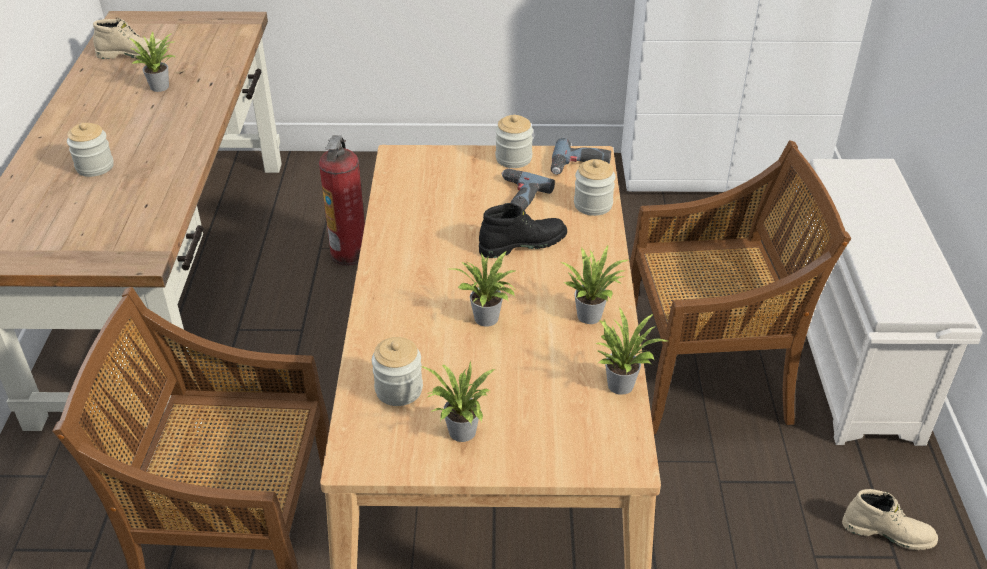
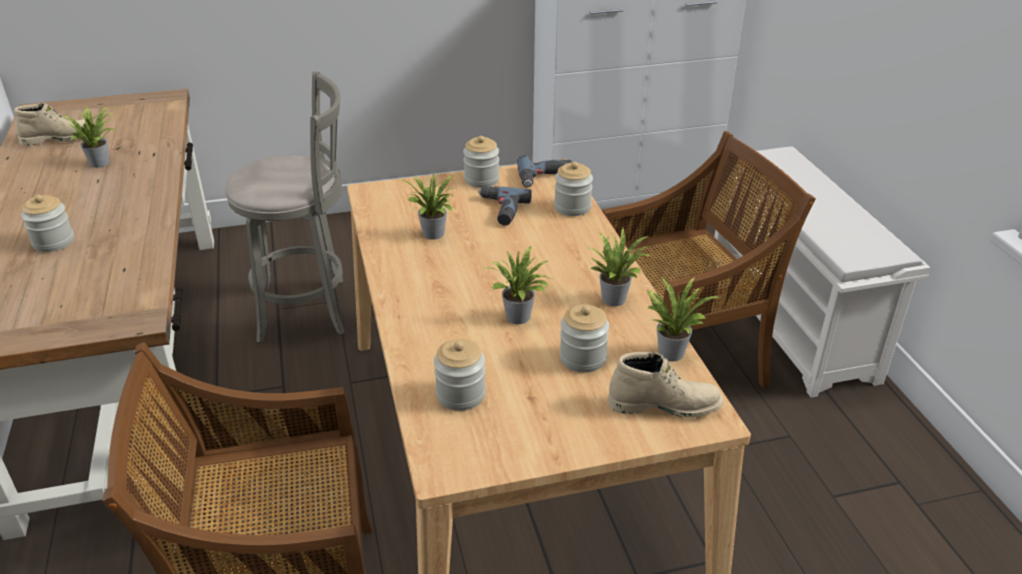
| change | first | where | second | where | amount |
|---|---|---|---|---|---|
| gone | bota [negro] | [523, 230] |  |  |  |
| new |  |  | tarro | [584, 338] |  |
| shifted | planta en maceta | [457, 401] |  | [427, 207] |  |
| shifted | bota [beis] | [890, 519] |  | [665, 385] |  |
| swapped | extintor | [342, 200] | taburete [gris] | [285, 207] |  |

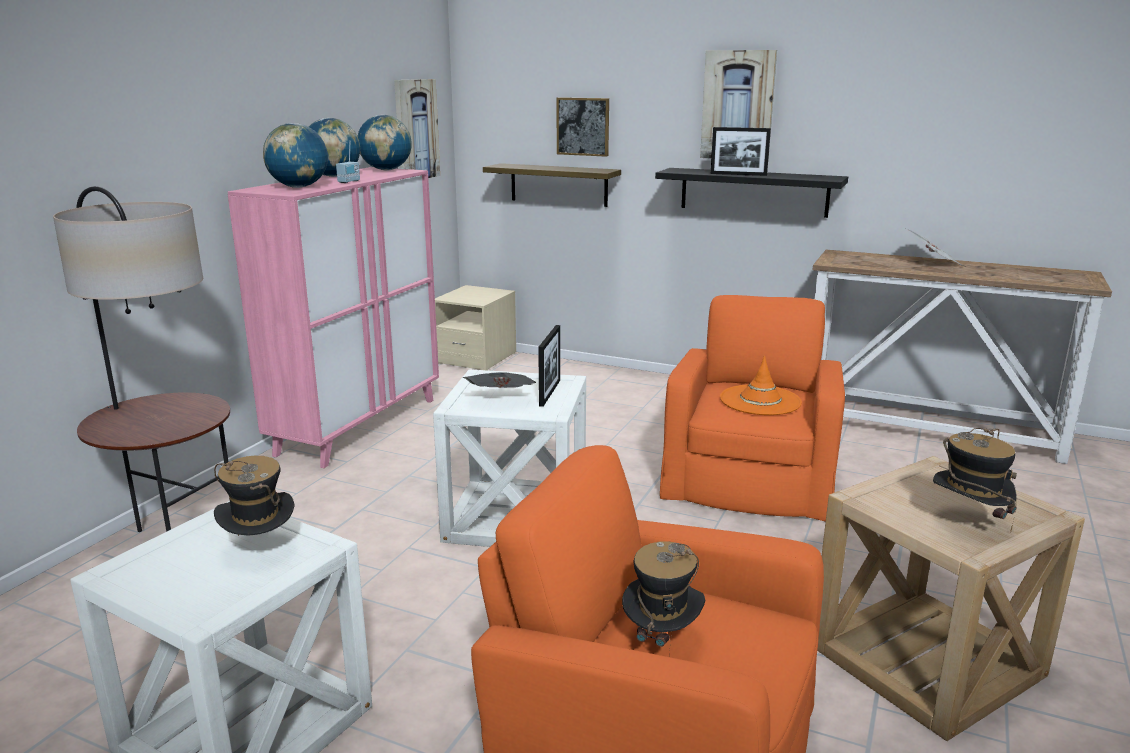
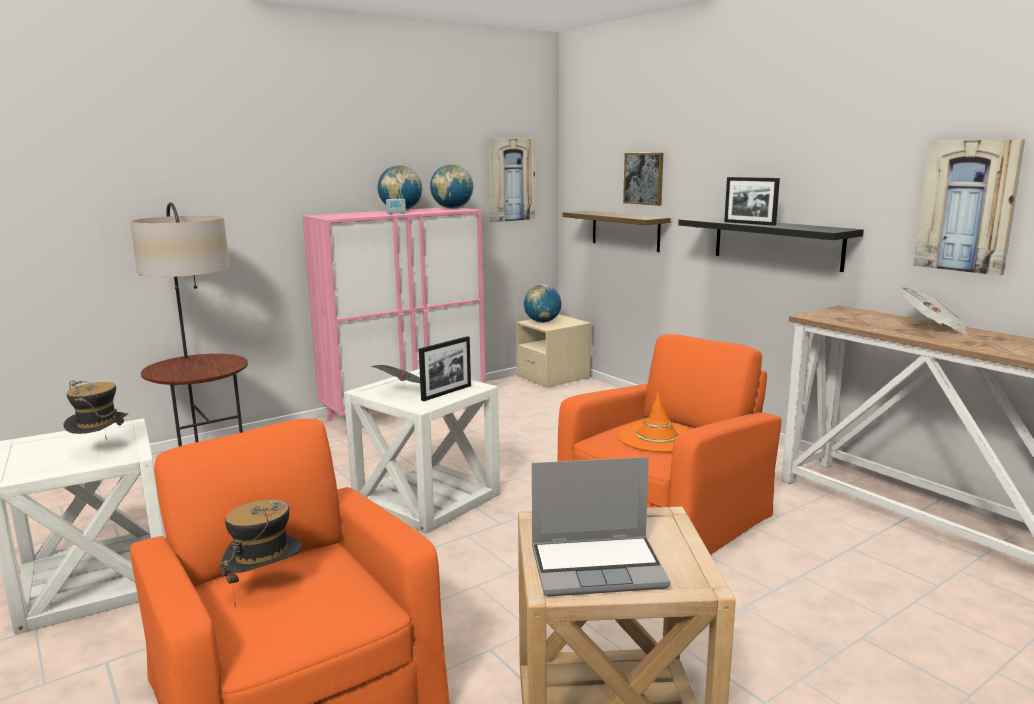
| change | first | where | second | where | amount |
|---|---|---|---|---|---|
| shifted | globo terráqueo | [295, 155] |  | [543, 303] |  |
| shifted | cuadro | [738, 105] |  | [969, 208] |  |
| swapped | sombrero | [975, 480] | portátil | [601, 527] |  |

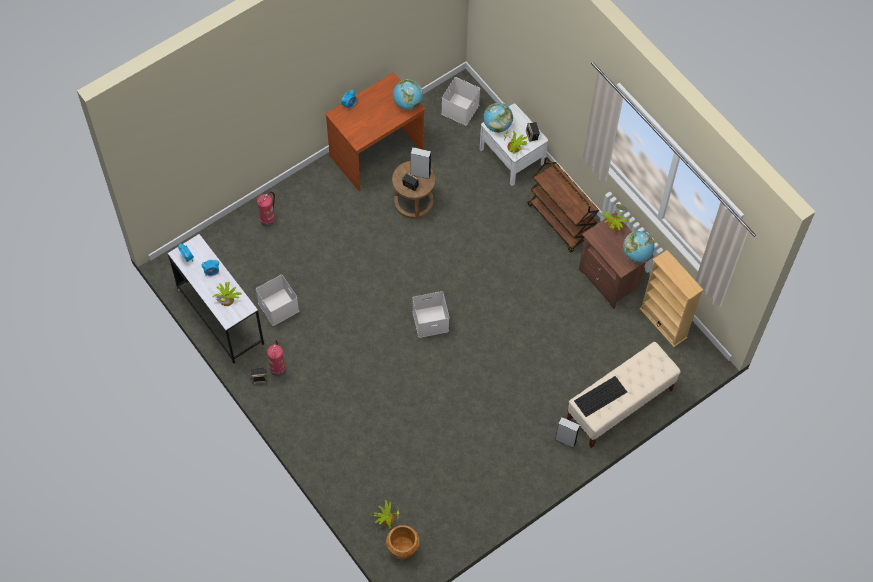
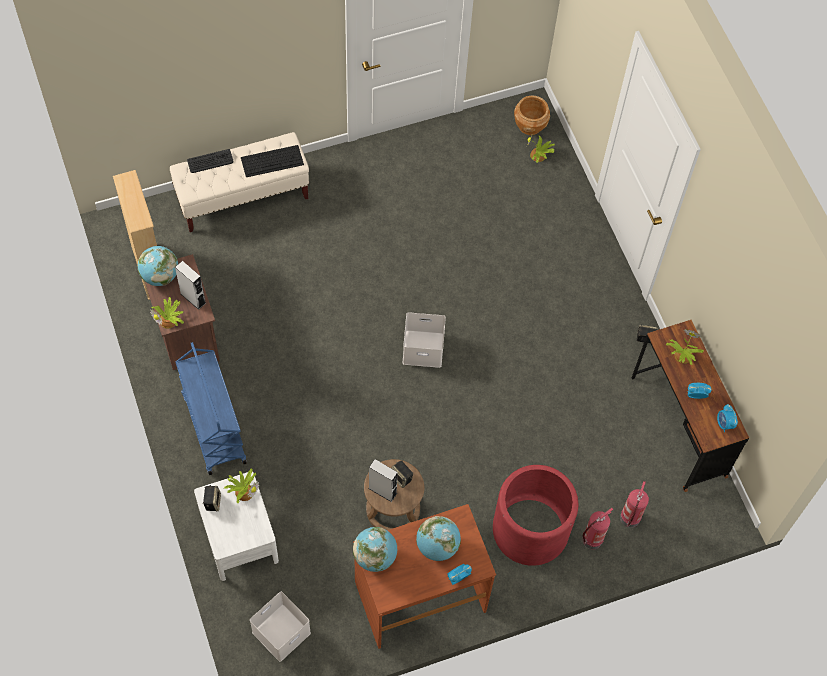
| change | first | where | second | where | amount |
|---|---|---|---|---|---|
| gone | caja de almacenaje [blanco] | [277, 300] |  |  |  |
| new |  |  | teclado | [210, 161] |  |
| new |  |  | maceta [rojo] | [535, 515] |  |
| shifted | extintor | [276, 358] |  | [634, 504] |  |
| shifted | globo terráqueo | [498, 118] |  | [438, 538] |  |
| shifted | altavoz [gris] | [567, 432] |  | [190, 285] |  |
| repainted | escritorio [blanco] | [216, 299] | escritorio [marrón] | [690, 406] |  |
| repainted | carrito [marrón] | [563, 205] | carrito [azul] | [211, 408] |  |

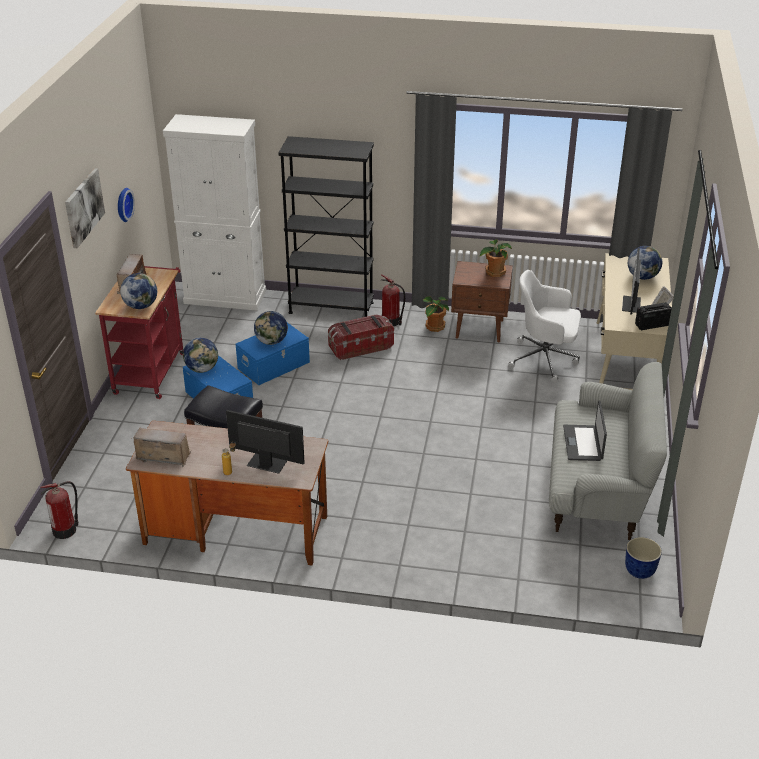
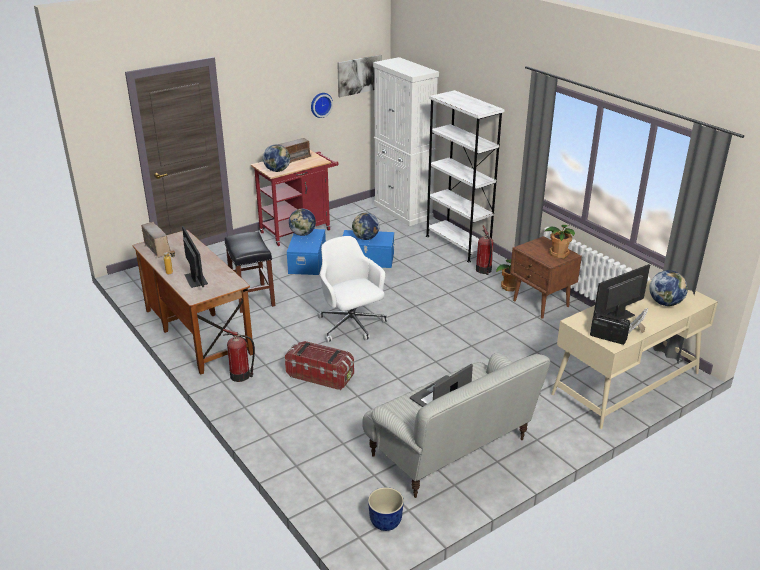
| change | first | where | second | where | amount |
|---|---|---|---|---|---|
| shifted | extintor | [59, 510] |  | [239, 355] |  |
| shifted | cuadro | [85, 208] |  | [359, 75] |  |
| shifted | caja de almacenaje | [361, 337] |  | [319, 365] |  |
| shifted | silla de oficina [blanco] | [544, 326] |  | [353, 289] |  |
| repainted | estantería [negro] | [326, 226] | estantería [blanco] | [465, 176] |  |

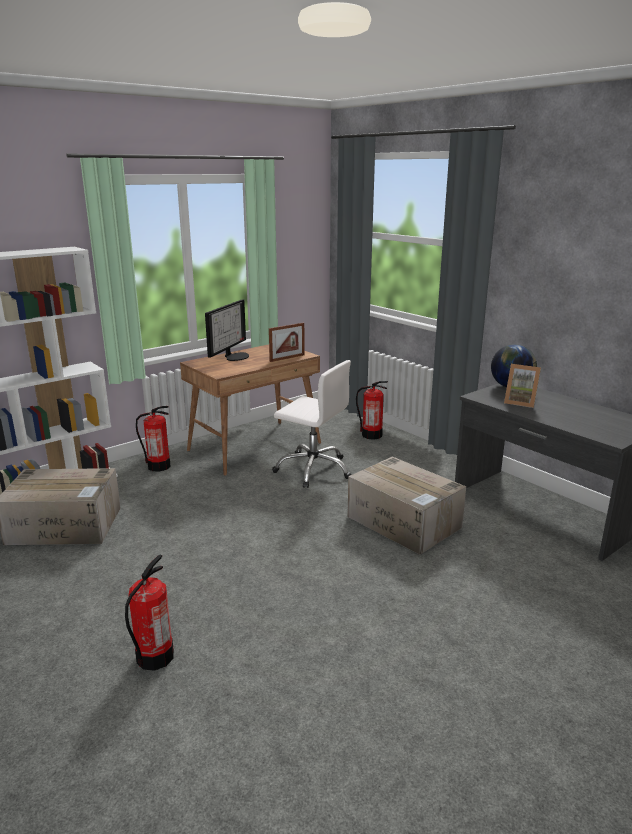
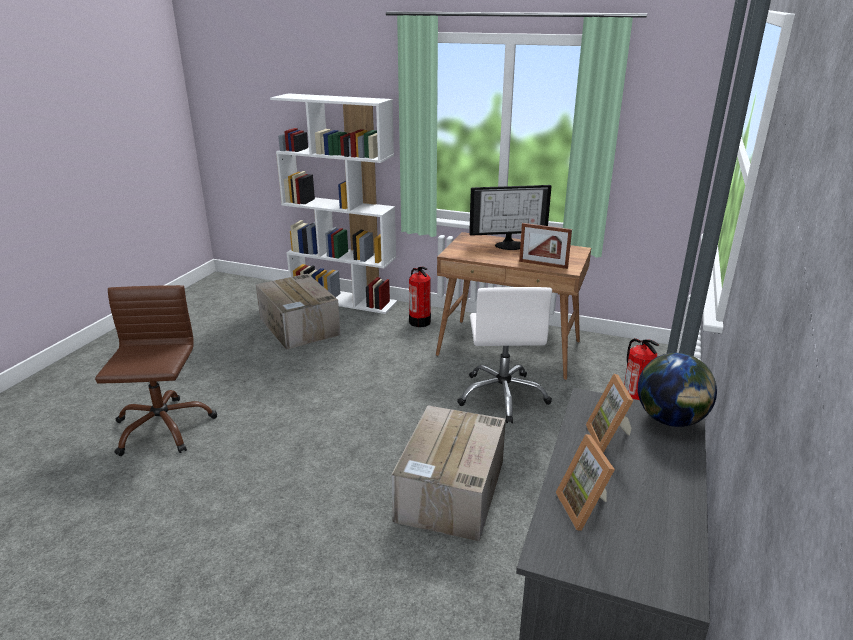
| change | first | where | second | where | amount |
|---|---|---|---|---|---|
| new |  |  | portarretratos | [585, 482] |  |
| swapped | extintor | [149, 613] | silla de oficina [marrón] | [156, 370] |  |

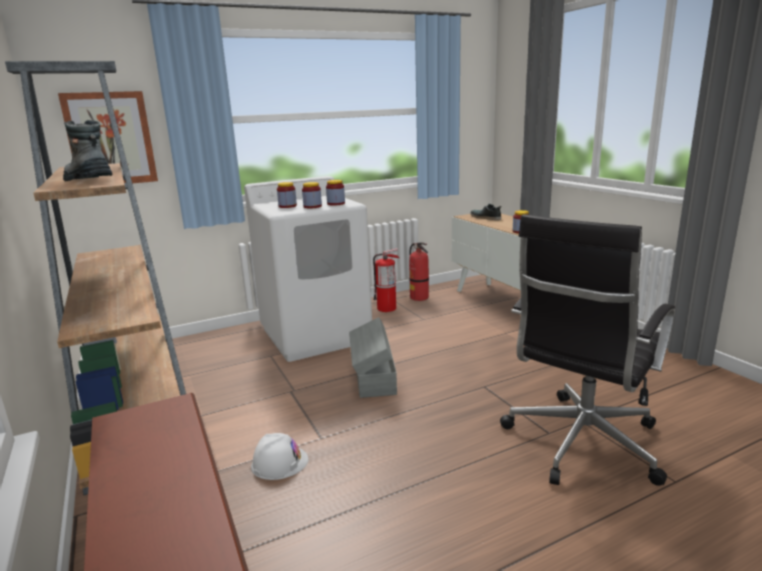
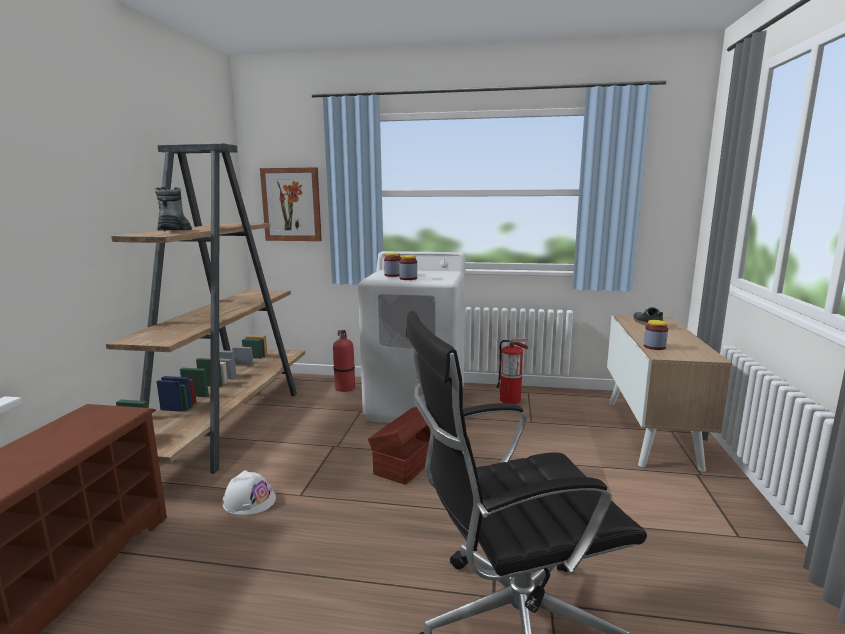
| change | first | where | second | where | amount |
|---|---|---|---|---|---|
| gone | tarro | [335, 193] |  |  |  |
| shifted | extintor | [419, 271] |  | [344, 361] |  |
| repainted | caja de almacenaje [gris] | [373, 357] | caja de almacenaje [marrón] | [399, 445] |  |

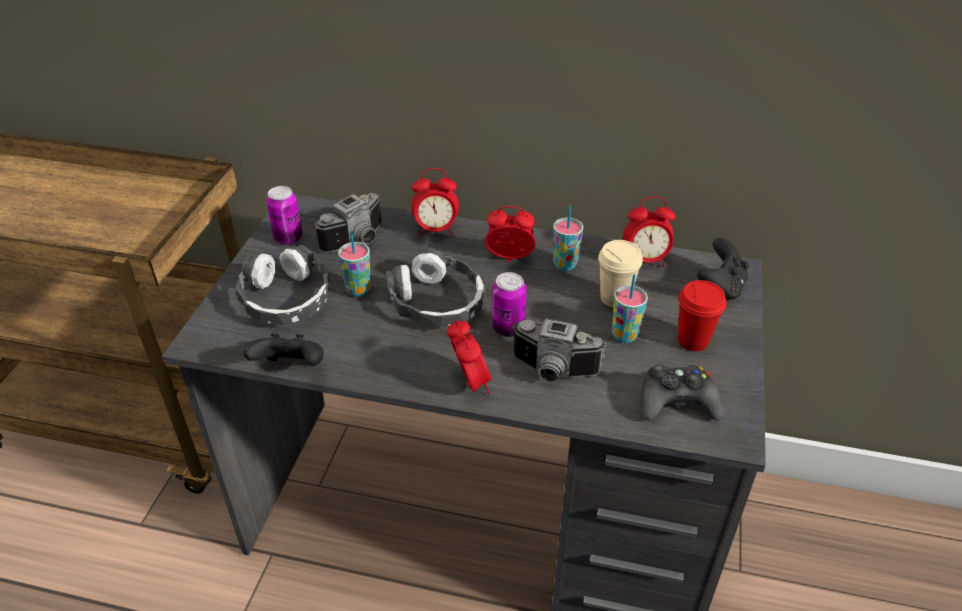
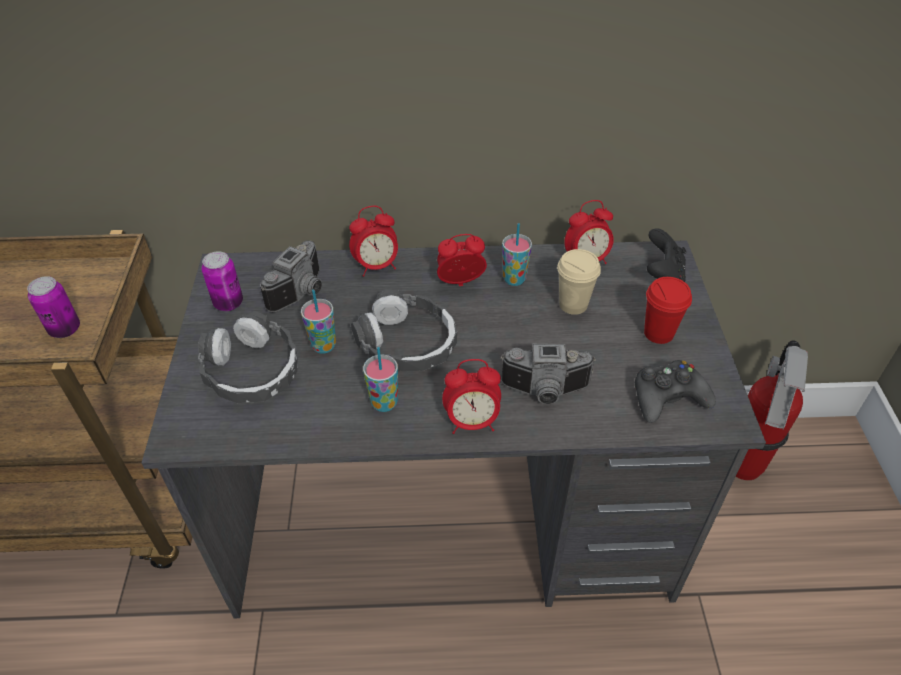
| change | first | where | second | where | amount |
|---|---|---|---|---|---|
| gone | mando de consola [negro] | [283, 350] |  |  |  |
| new |  |  | extintor | [772, 410] |  |
| shifted | lata | [509, 304] |  | [53, 307] |  |
| shifted | taza | [630, 308] |  | [380, 379] |  |
| rotated | despertador | [469, 357] |  | [471, 396] | 120 degrees clockwise |

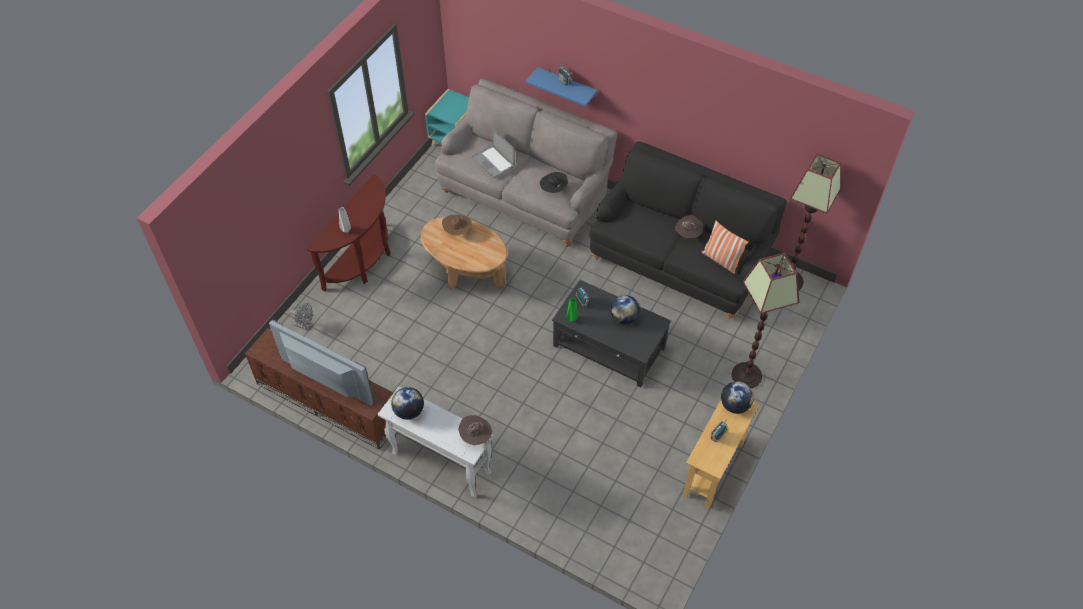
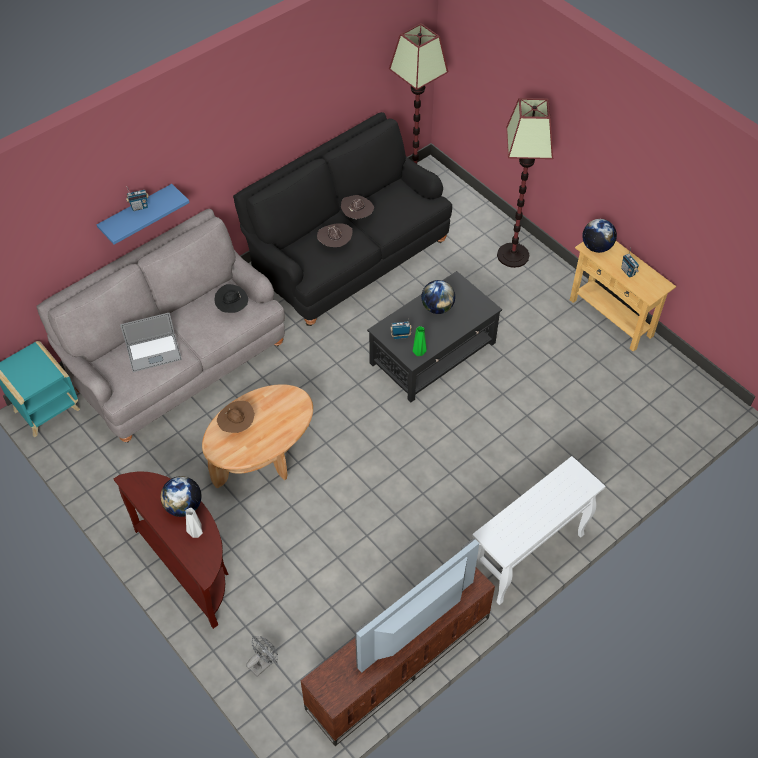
| change | first | where | second | where | amount |
|---|---|---|---|---|---|
| gone | cojín | [725, 247] |  |  |  |
| shifted | globo terráqueo | [407, 403] |  | [181, 496] |  |
| shifted | sombrero [marrón] | [475, 430] |  | [335, 235] |  |

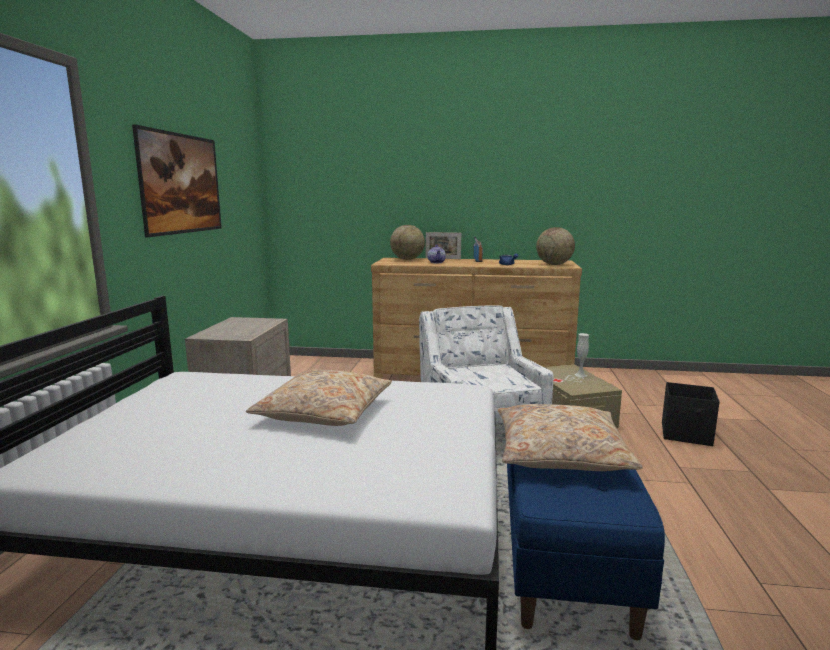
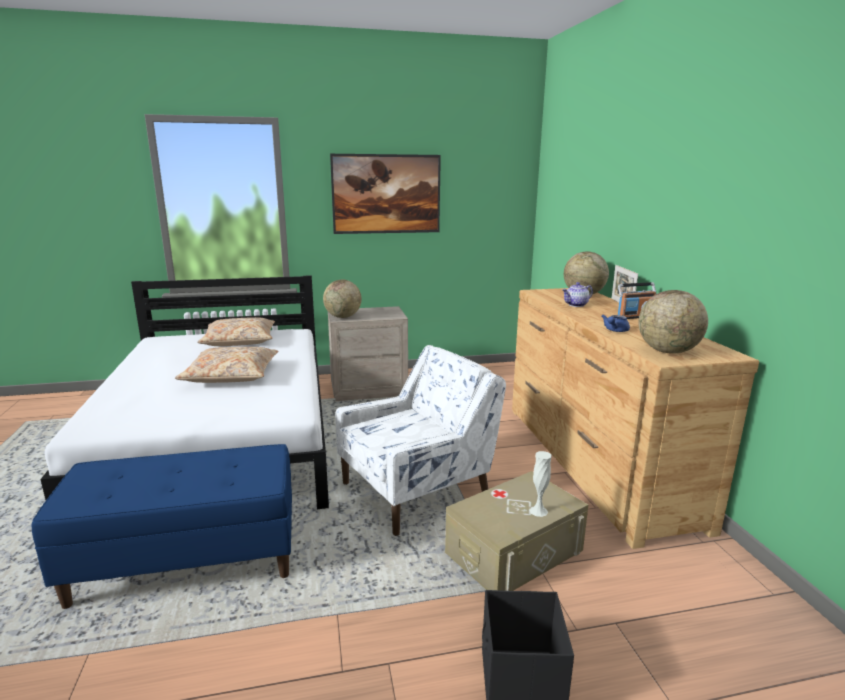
| change | first | where | second | where | amount |
|---|---|---|---|---|---|
| new |  |  | globo terráqueo | [342, 298] |  |
| shifted | cojín [beis] | [570, 437] |  | [236, 331] |  |

